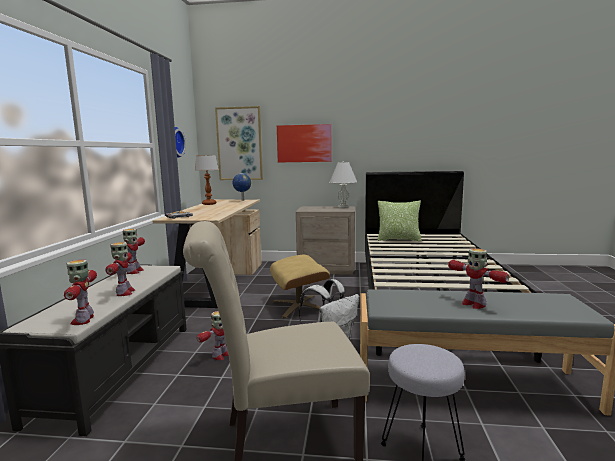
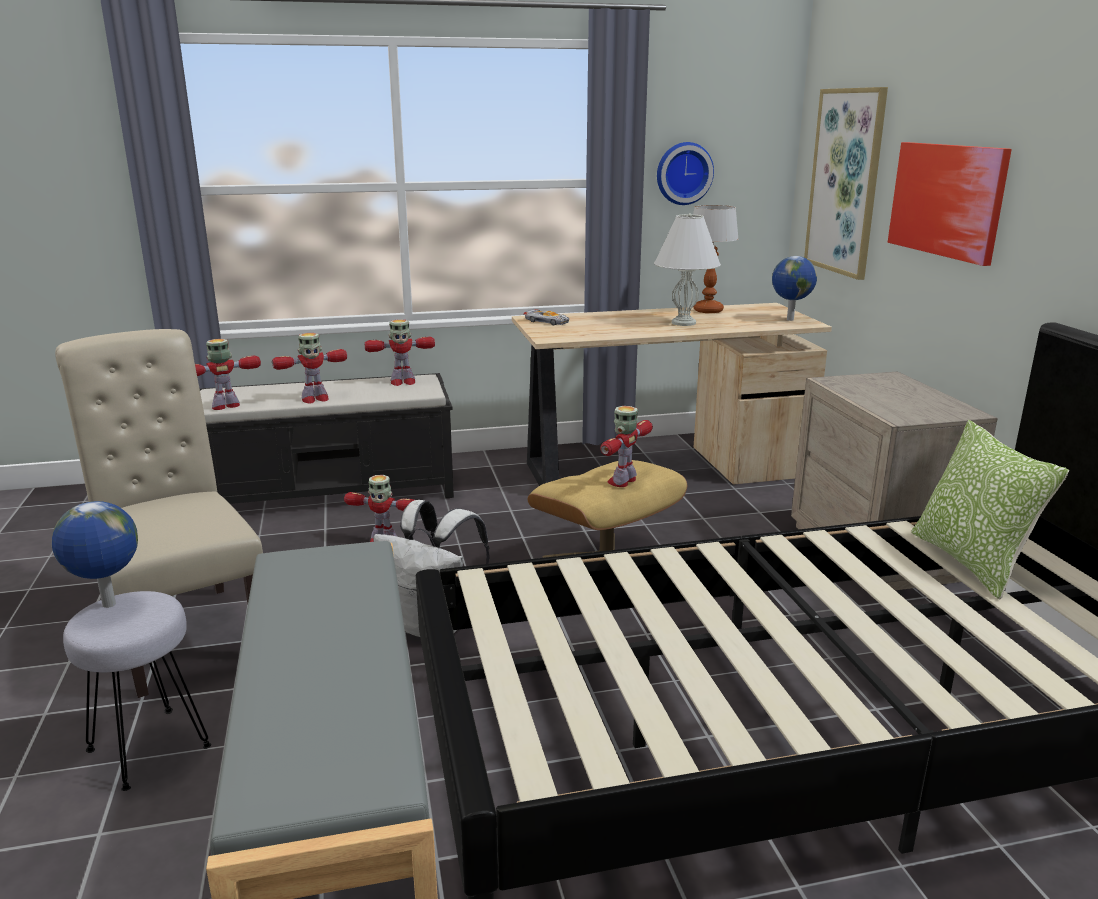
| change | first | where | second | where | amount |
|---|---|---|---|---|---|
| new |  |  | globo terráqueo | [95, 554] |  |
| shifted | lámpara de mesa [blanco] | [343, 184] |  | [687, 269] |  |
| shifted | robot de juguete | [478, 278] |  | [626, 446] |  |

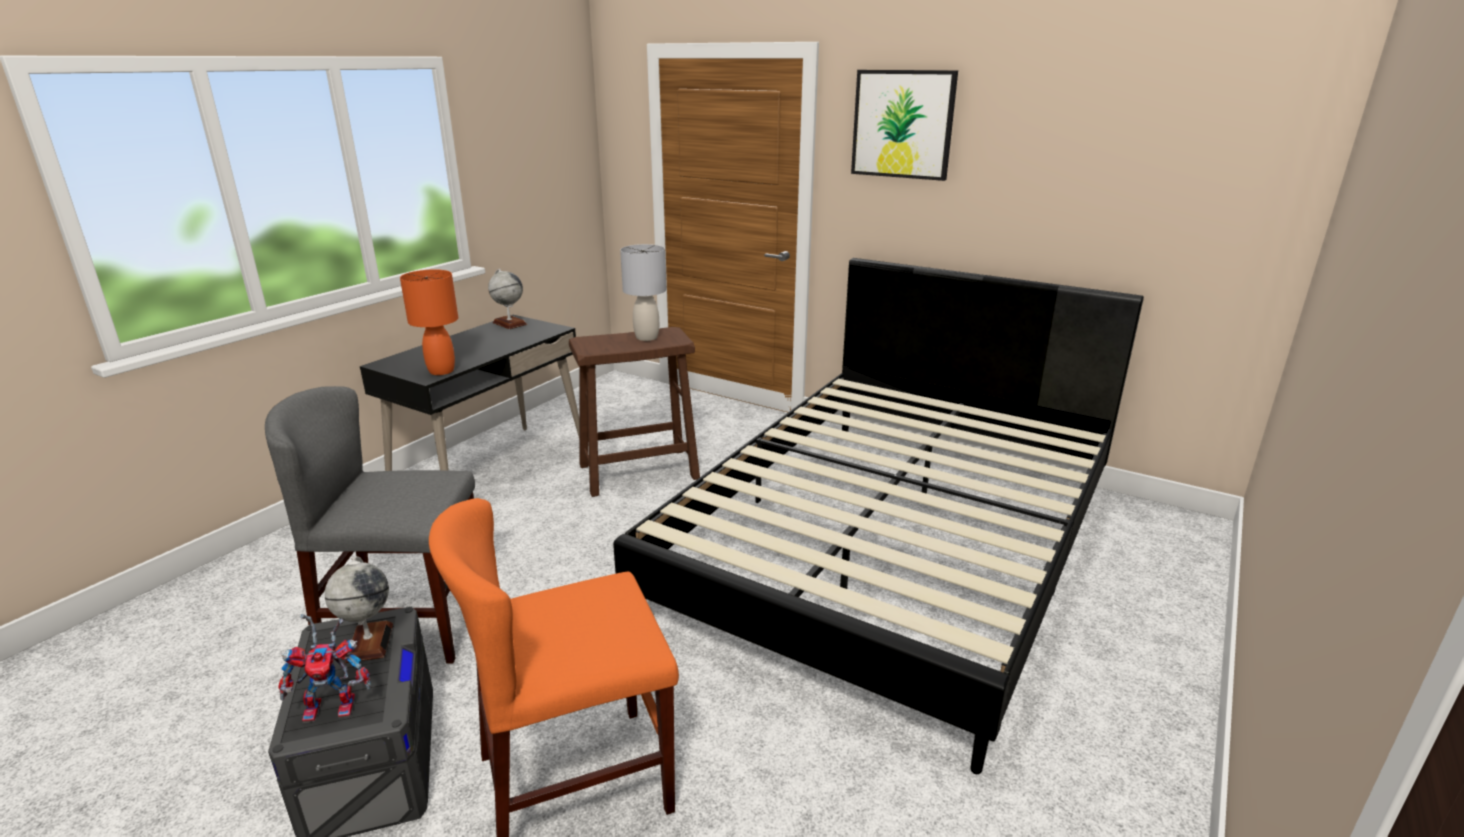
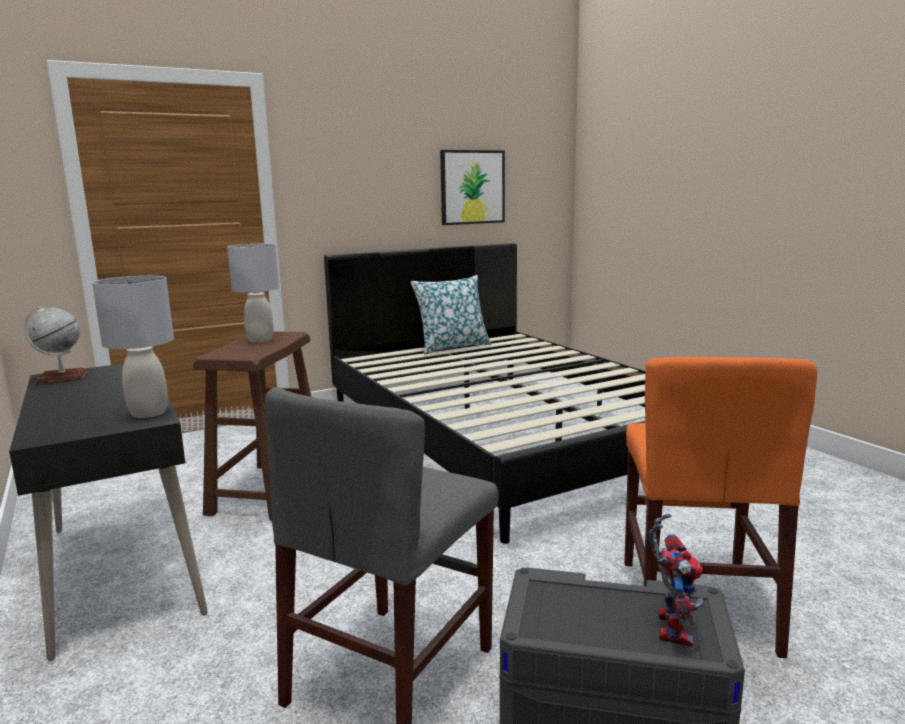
| change | first | where | second | where | amount |
|---|---|---|---|---|---|
| gone | globo terráqueo | [359, 610] |  |  |  |
| new |  |  | cojín | [451, 315] |  |
| shifted | cuadro | [904, 125] |  | [472, 187] |  |
| repainted | lámpara de mesa [naranja] | [429, 322] | lámpara de mesa [gris] | [133, 347] |  |

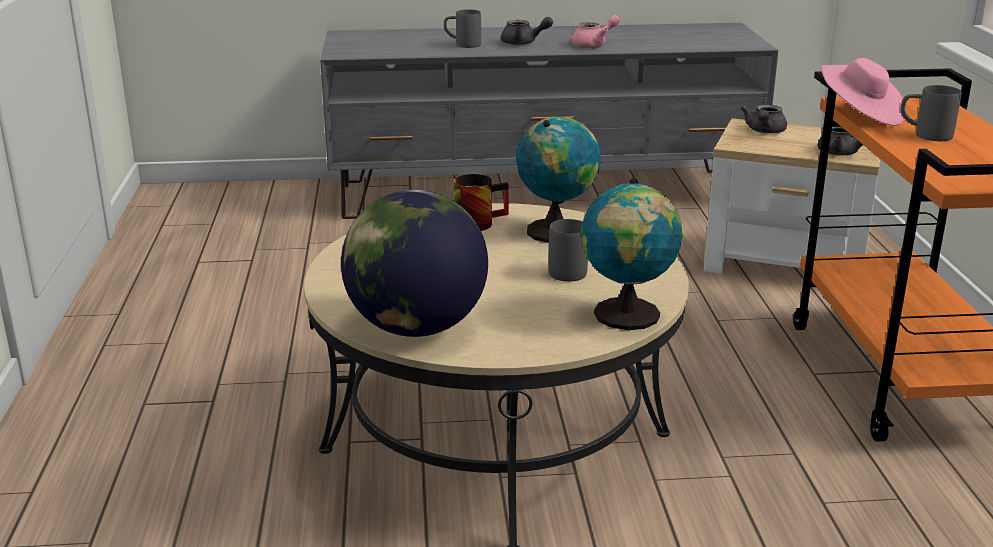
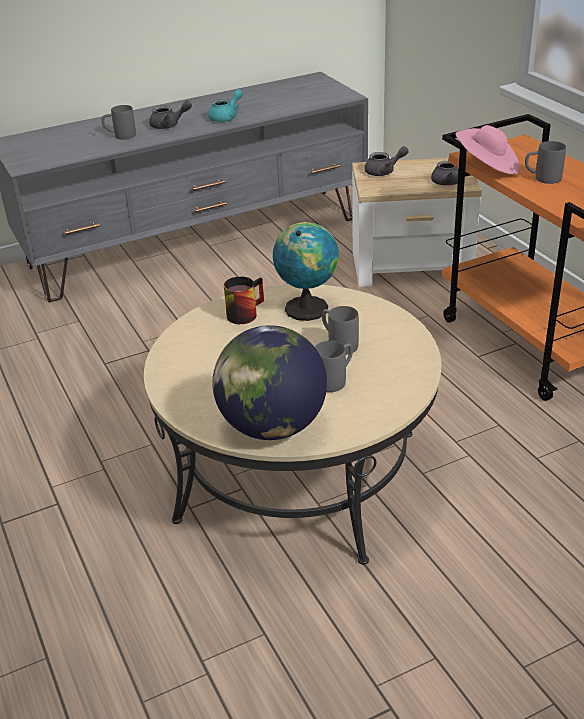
| change | first | where | second | where | amount |
|---|---|---|---|---|---|
| gone | globo terráqueo | [632, 254] |  |  |  |
| new |  |  | taza grande [gris] | [334, 366] |  |
| repainted | tetera [rosa] | [595, 31] | tetera [turquesa] | [225, 105] |  |
| rotated | tetera [gris] | [764, 119] |  | [387, 161] | 105 degrees counterclockwise |

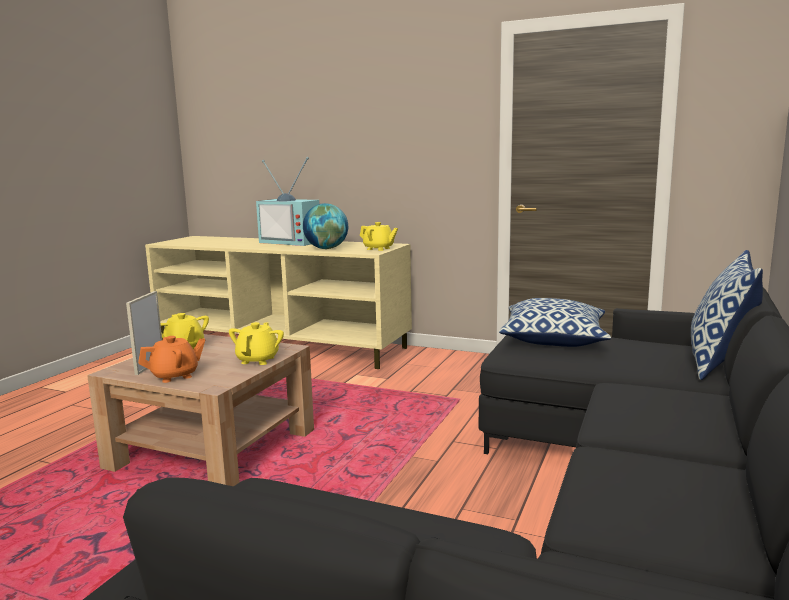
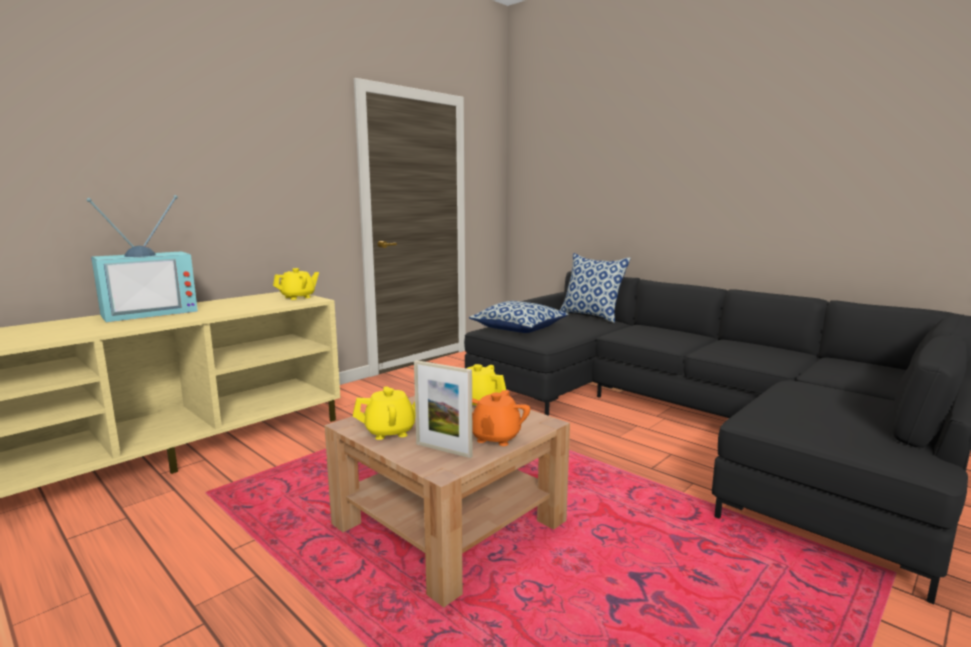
| change | first | where | second | where | amount |
|---|---|---|---|---|---|
| gone | globo terráqueo | [325, 226] |  |  |  |
| rotated | tetera [naranja] | [171, 359] |  | [501, 418] | 150 degrees counterclockwise |

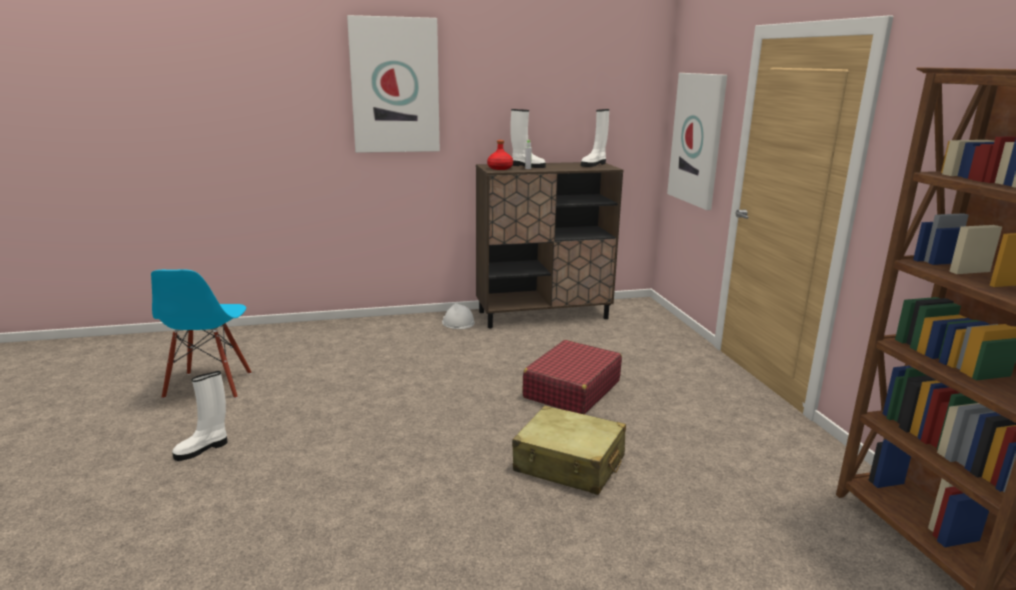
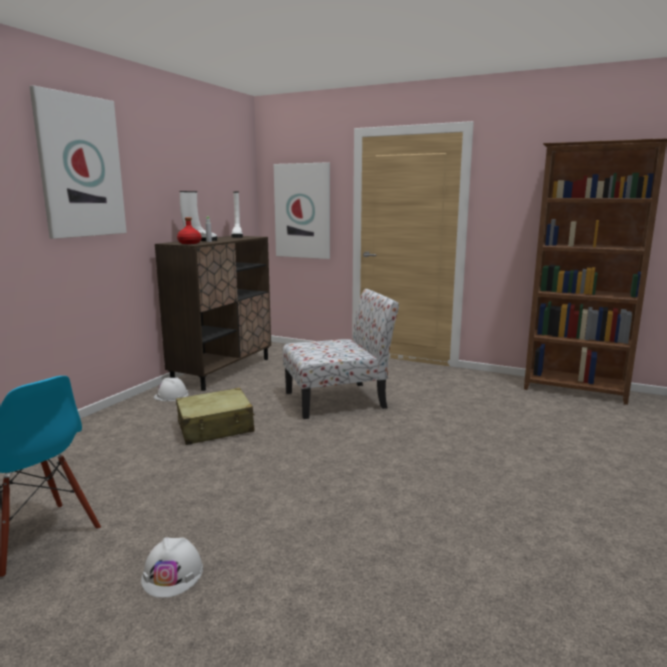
| change | first | where | second | where | amount |
|---|---|---|---|---|---|
| shifted | maleta [beis] | [569, 450] |  | [215, 416] |  |
| swapped | bota [blanco] | [199, 416] | casco [blanco] | [172, 567] |  |
| swapped | maleta [rojo] | [572, 377] | silla | [341, 354] |  |

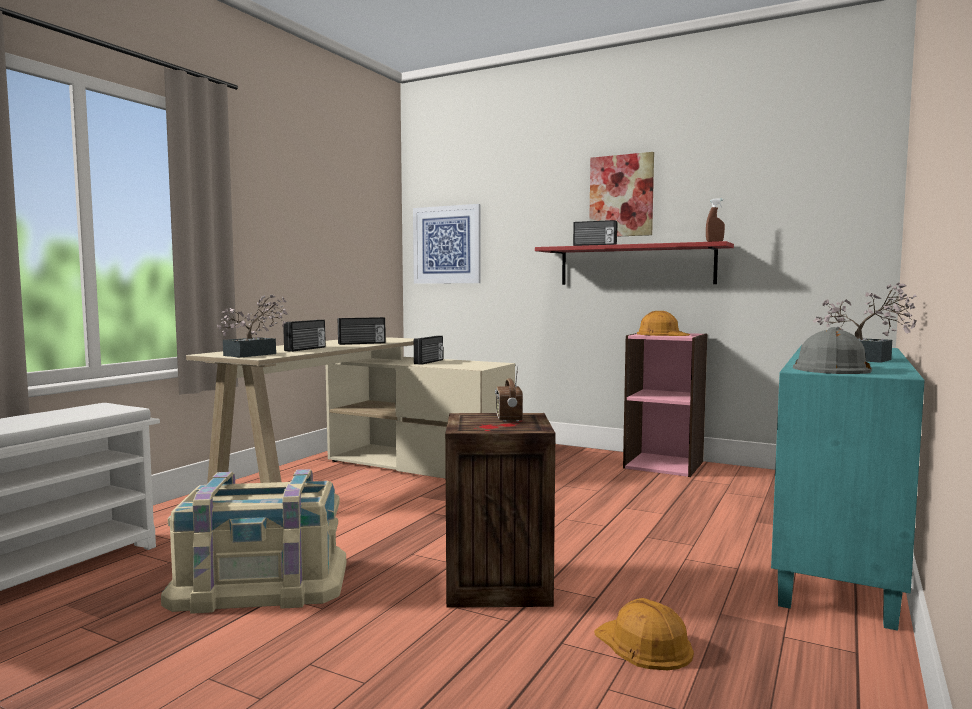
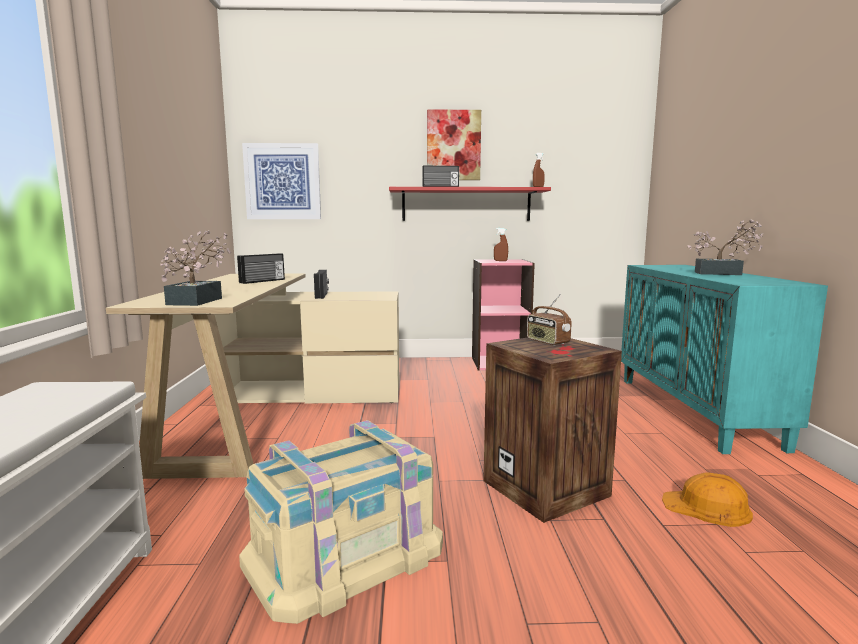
| change | first | where | second | where | amount |
|---|---|---|---|---|---|
| gone | radio | [304, 336] |  |  |  |
| gone | casco [gris] | [832, 350] |  |  |  |
| swapped | casco [naranja] | [663, 323] | pulverizador [marrón] | [501, 244] |  |

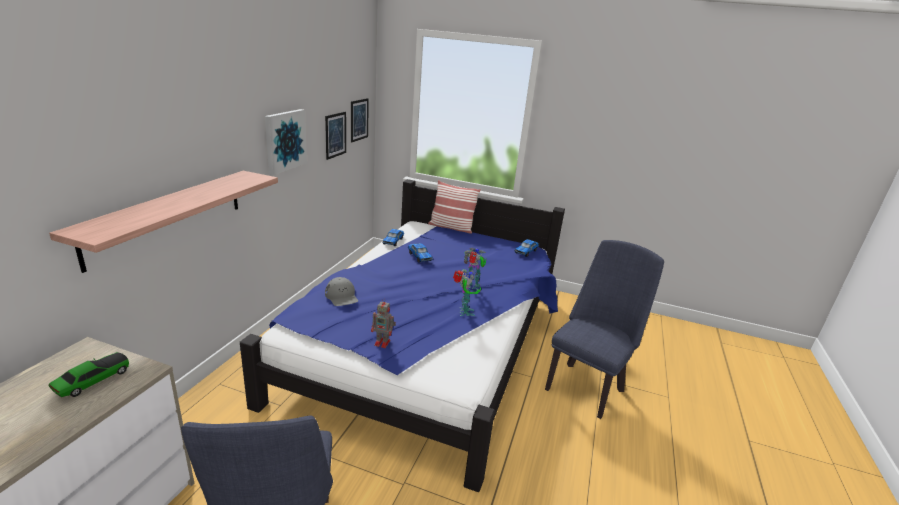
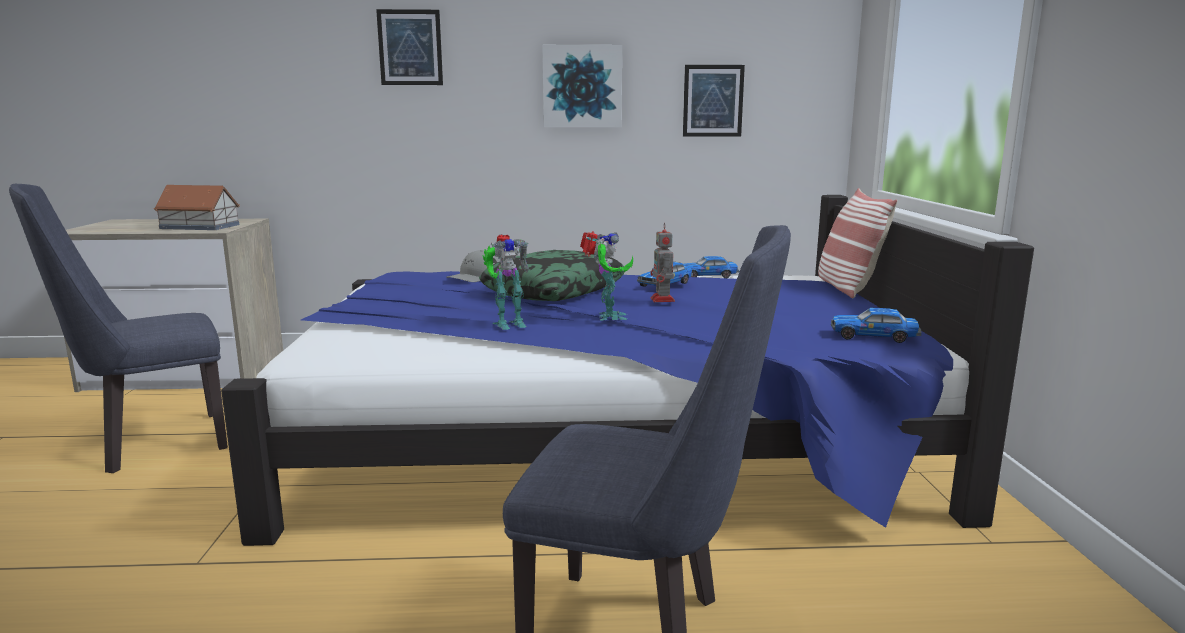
| change | first | where | second | where | amount |
|---|---|---|---|---|---|
| gone | estante | [163, 222] |  |  |  |
| new |  |  | cojín | [552, 275] |  |
| shifted | cuadro | [360, 120] |  | [409, 47] |  |
| shifted | robot de juguete | [383, 323] |  | [662, 262] |  |
| swapped | coche de juguete | [89, 374] | casita | [197, 207] |  |

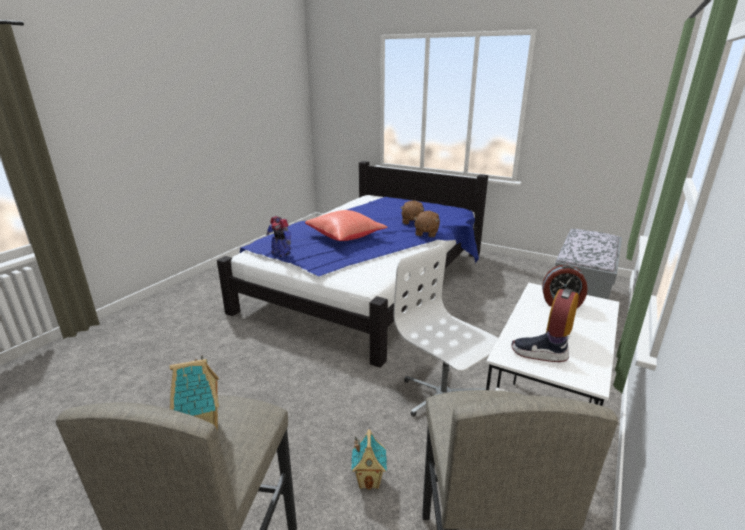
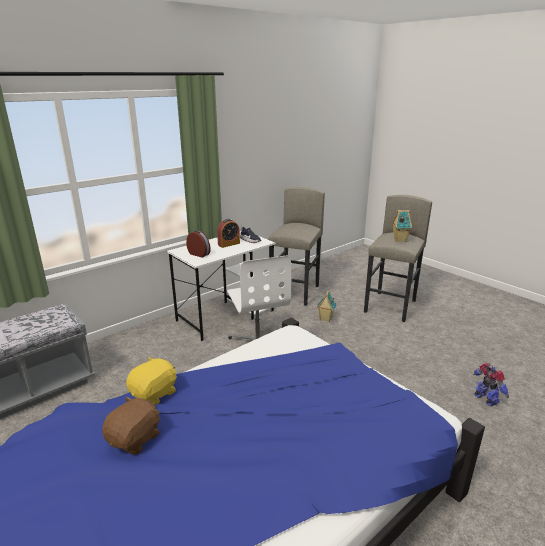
| change | first | where | second | where | amount |
|---|---|---|---|---|---|
| gone | cojín [rojo] | [346, 225] |  |  |  |
| shifted | robot de juguete | [278, 236] |  | [491, 385] |  |
| repainted | peluche [marrón] | [427, 224] | peluche [amarillo] | [151, 380] |  |

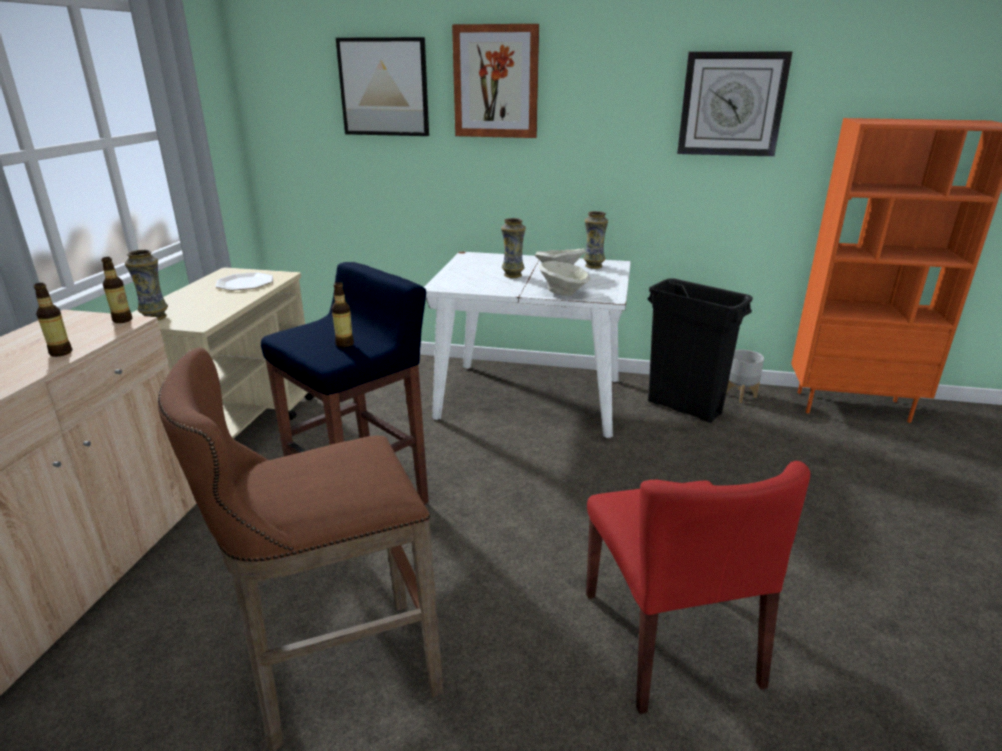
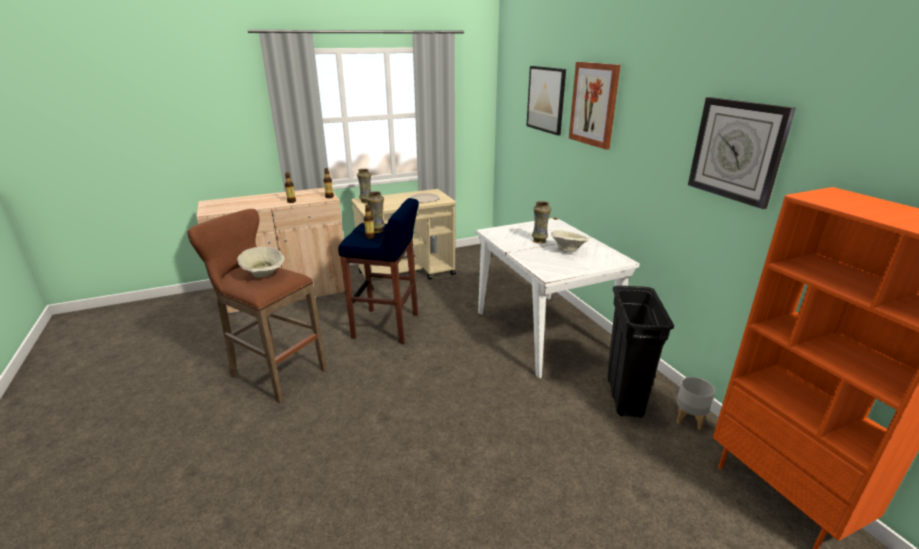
| change | first | where | second | where | amount |
|---|---|---|---|---|---|
| gone | silla [rojo] | [698, 587] |  |  |  |
| shifted | cuenco [beis] | [565, 278] |  | [261, 262] |  |
| shifted | florero | [595, 240] |  | [375, 212] |  |

